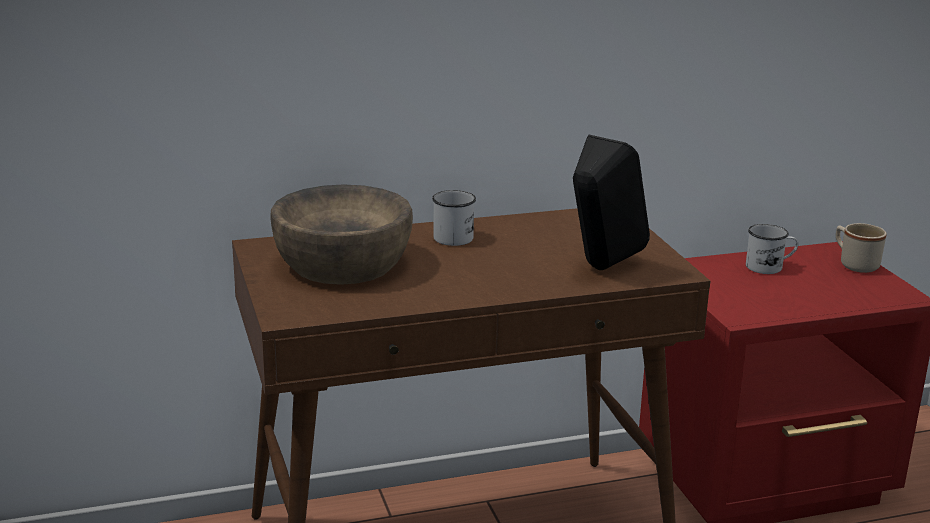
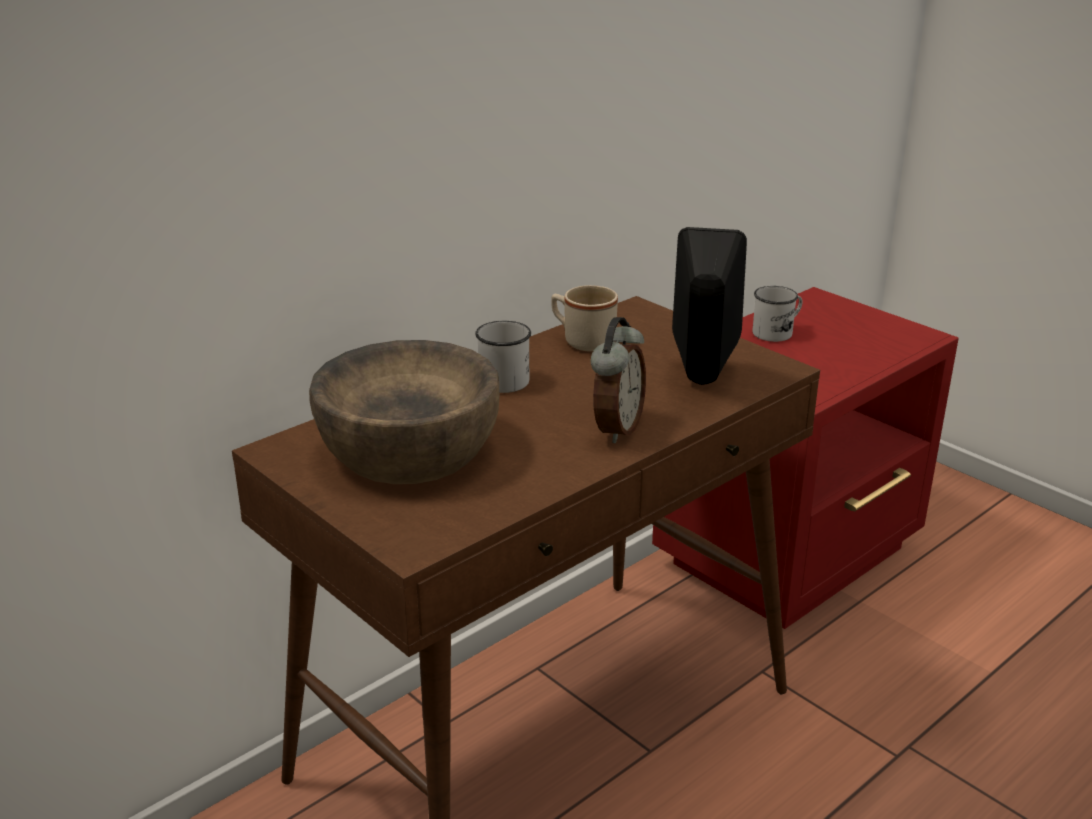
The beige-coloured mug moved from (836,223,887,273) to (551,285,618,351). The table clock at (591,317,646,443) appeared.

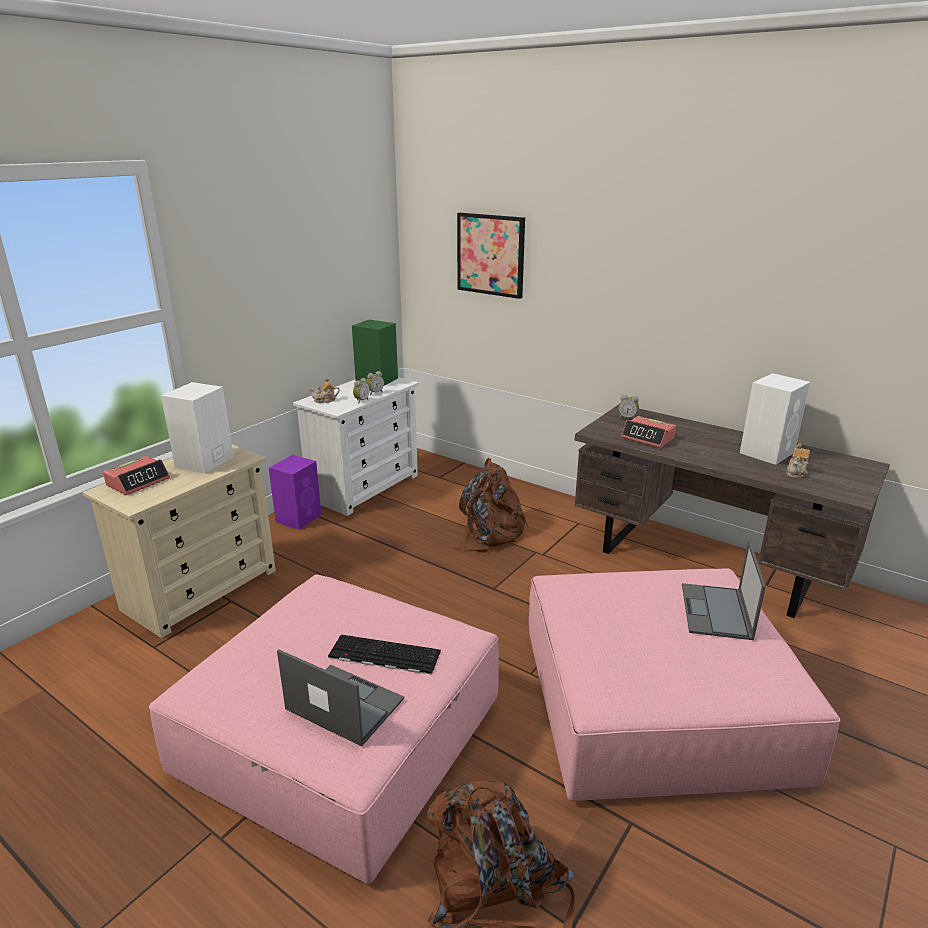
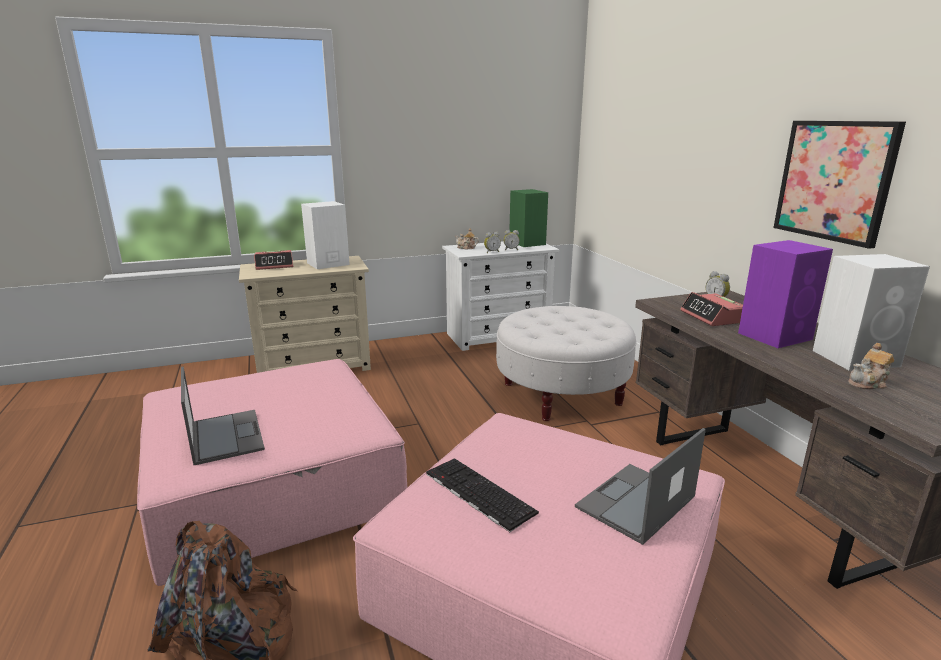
The keyboard moved from (328,634,441,675) to (426,458,539,532). The brownish knapsack at (454,458,529,553) was replaced by the whitish ottoman at (496,306,637,421). The purplish speaker moved from (269,455,322,530) to (738,240,833,348). The picture moved from (457,213,525,299) to (773,121,906,249).

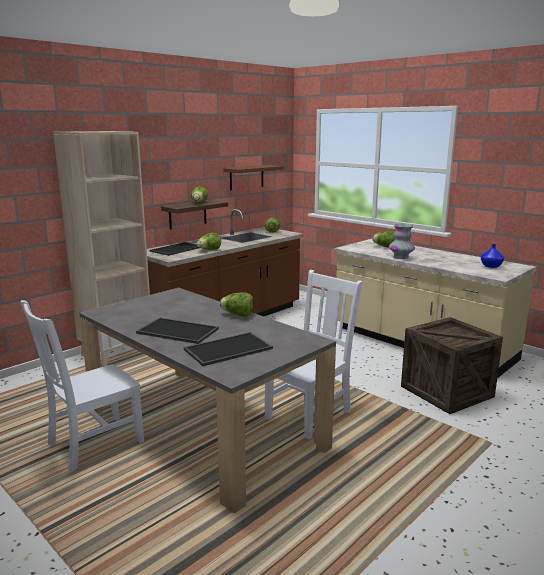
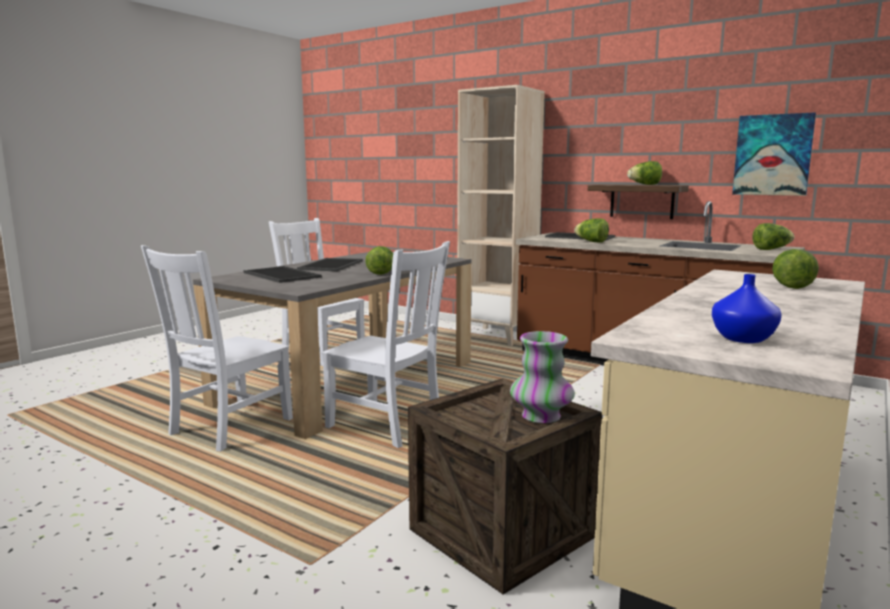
The whitish upright chair at (141,245,293,452) appeared. The flower vase moved from (389,223,415,259) to (510,331,575,423). The brownish shelf at (223,165,283,190) was replaced by the picture at (732,112,816,196).

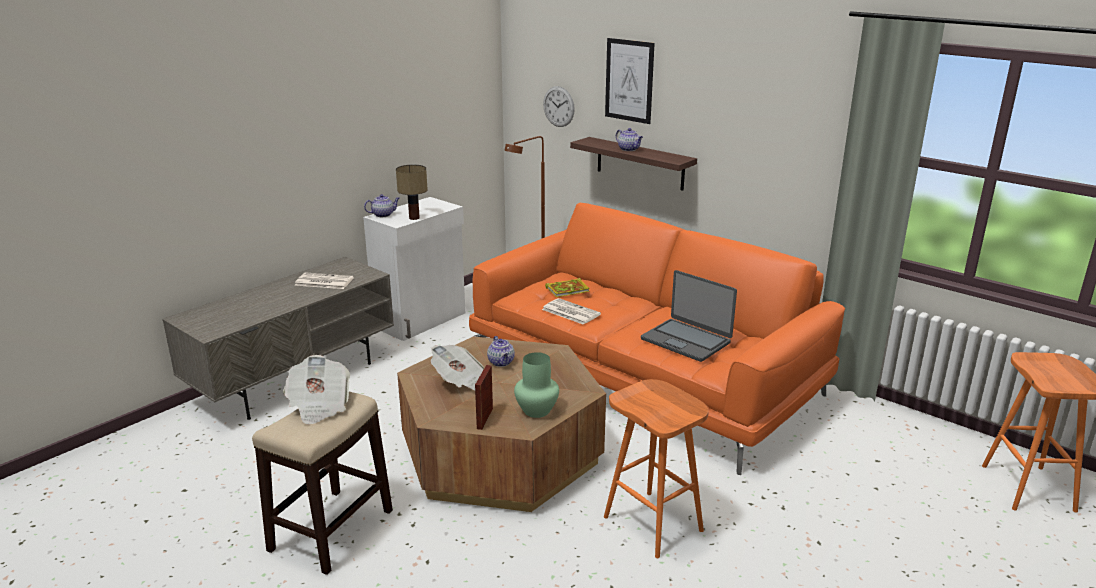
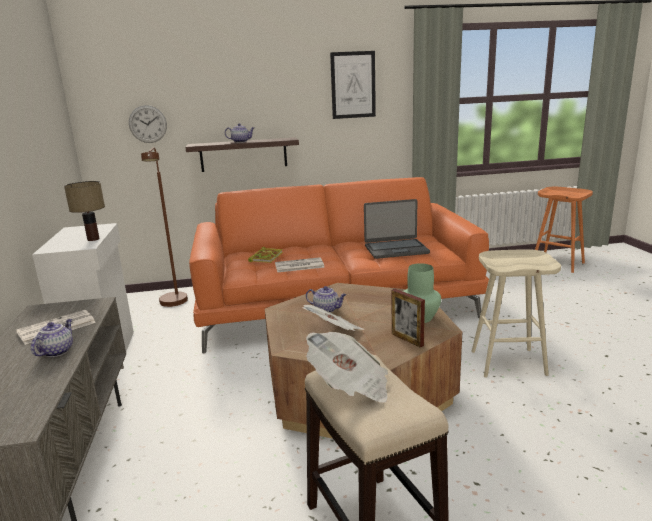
The tea pot moved from (364,194,399,217) to (31,319,73,357). The picture moved from (605,38,655,124) to (330,51,376,119). The orange stool seat at (604,379,709,558) became the beige-coloured stool seat at (471,249,561,378).

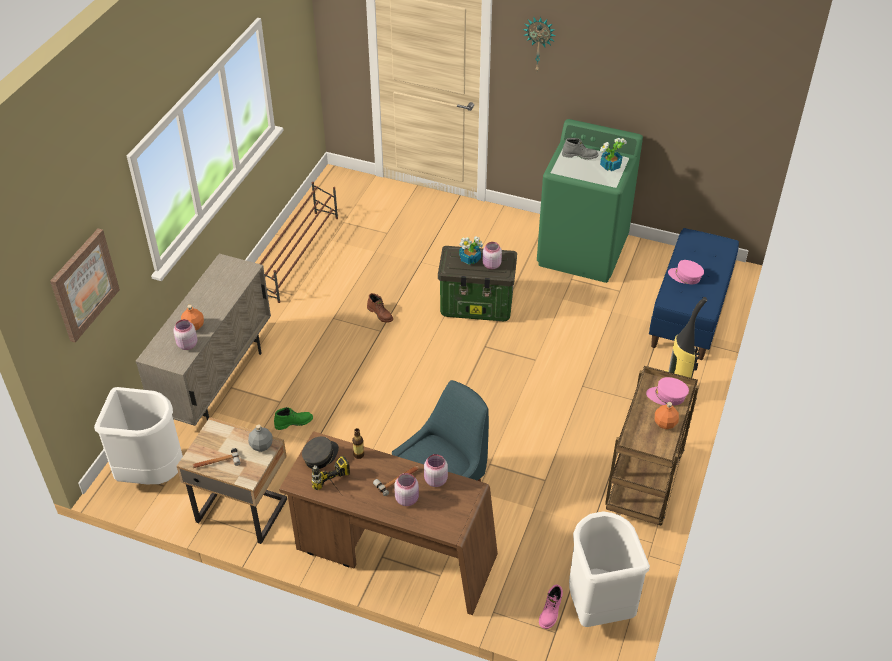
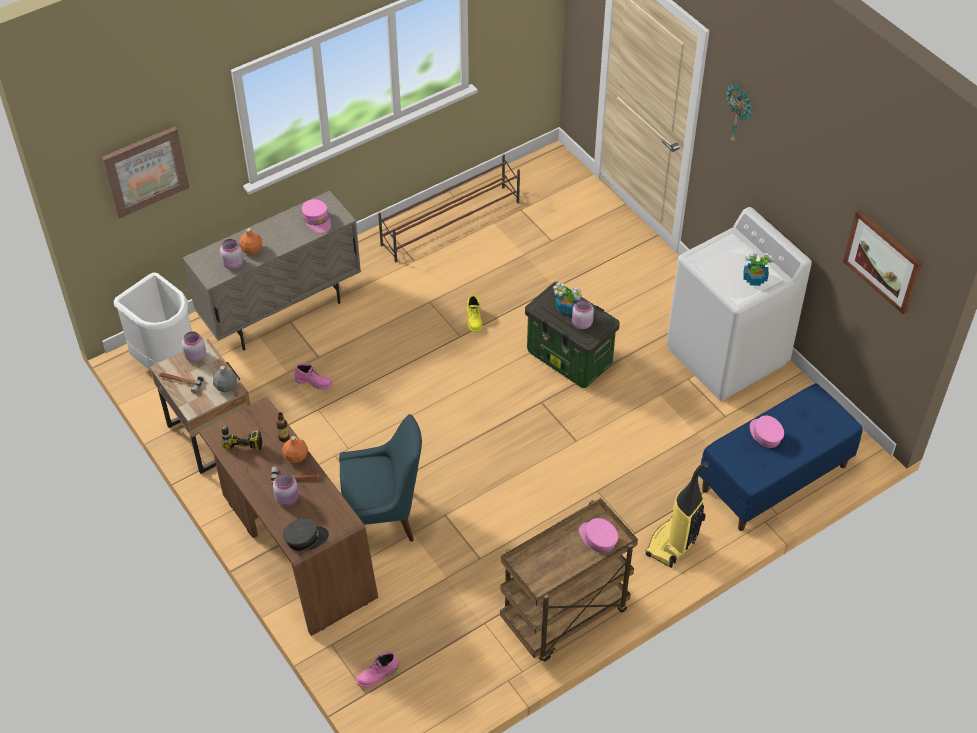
The pink-coloured preserve jar moved from (424,454,448,487) to (182,331,206,362). The orange drink bottle moved from (655,402,679,429) to (282,436,308,463). The greyish cap moved from (302,436,339,469) to (283,518,329,551). The green-coloured boot at (274,407,313,430) became the pink-coloured boot at (294,363,333,390). The pink-coloured cap at (302,199,331,233) appeared. The brownish boot at (367,293,393,323) became the yellowish boot at (467,295,482,332). The green-coloured washing machine at (537,119,643,283) became the whitish washing machine at (666,207,812,401). The picture at (843,210,922,314) appeared. The greyish boot at (562,138,599,160) disappeared. The whitish rubbish bin at (569,511,650,627) disappeared.

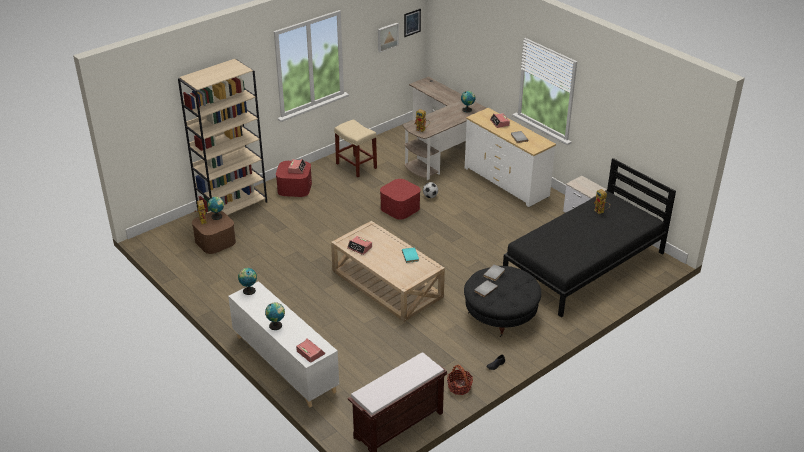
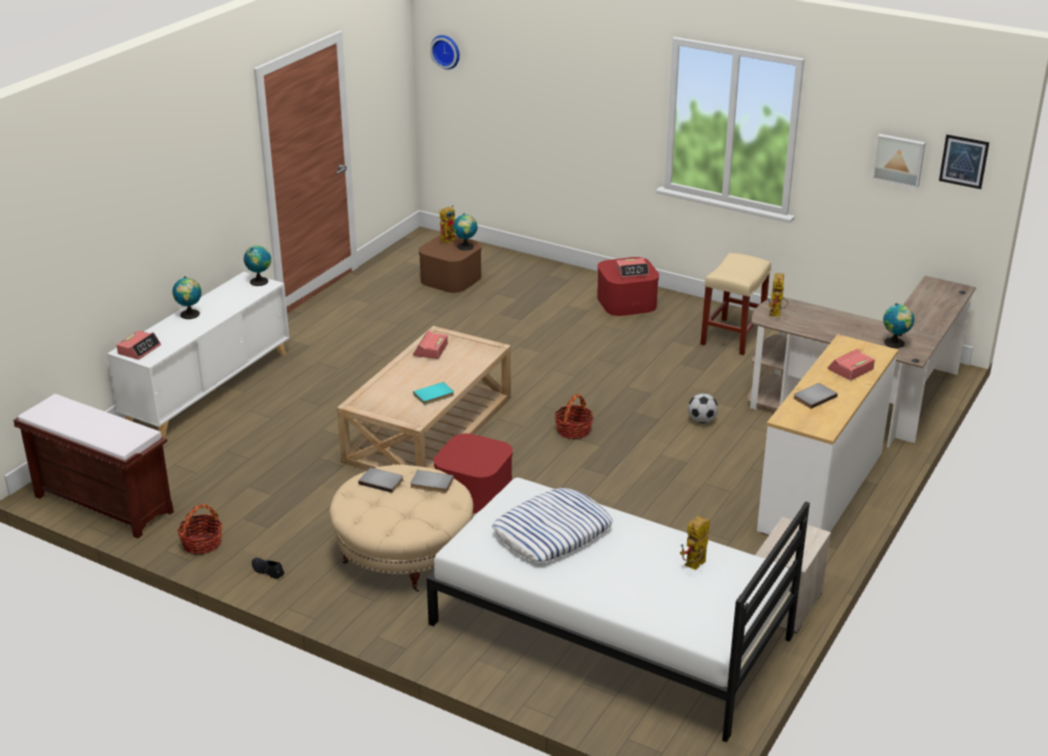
The black ottoman at (464,266,541,337) became the beige-coloured ottoman at (329,464,473,592). The black bedroom bed at (503,158,676,318) became the whitish bedroom bed at (427,478,810,742). The clock on the wall at (430,35,460,70) appeared. The red-coloured storage bin moved from (380,179,421,220) to (433,433,513,514). The throw pillow at (492,488,613,562) appeared. The storage basket at (555,394,593,439) appeared. The beige-coloured bookshelf at (178,59,267,215) disappeared.

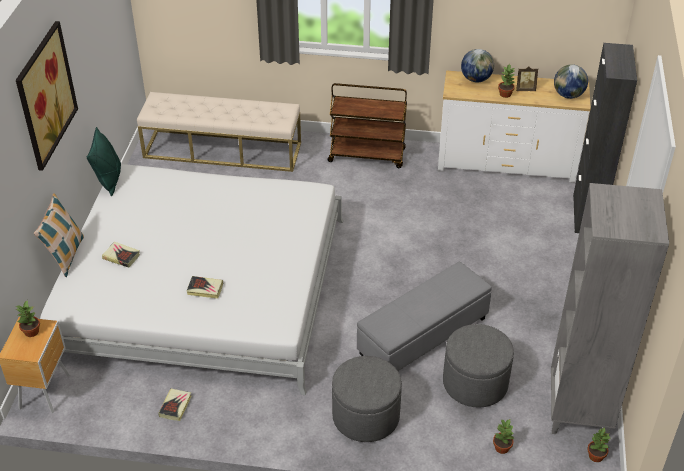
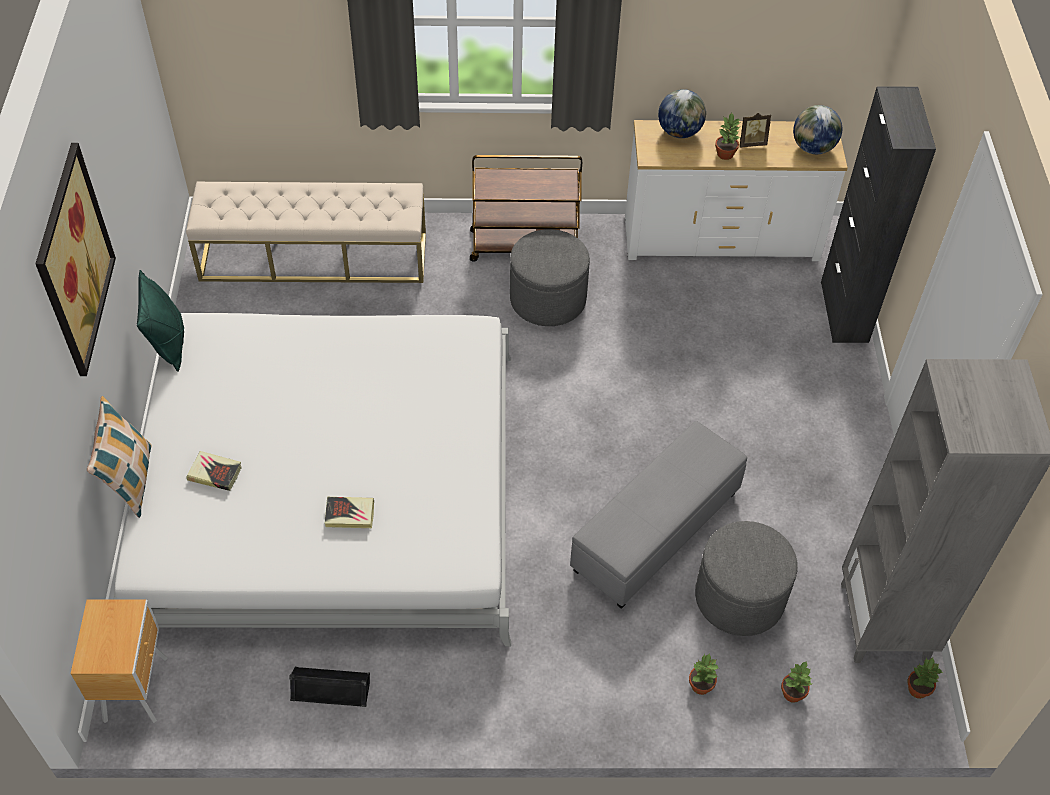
The bound book at (158,389,192,421) was replaced by the black speaker at (289,667,370,707). The greyish ottoman moved from (332,356,402,442) to (510,229,590,326). The plant in a pot moved from (16,300,40,337) to (689,653,718,695).

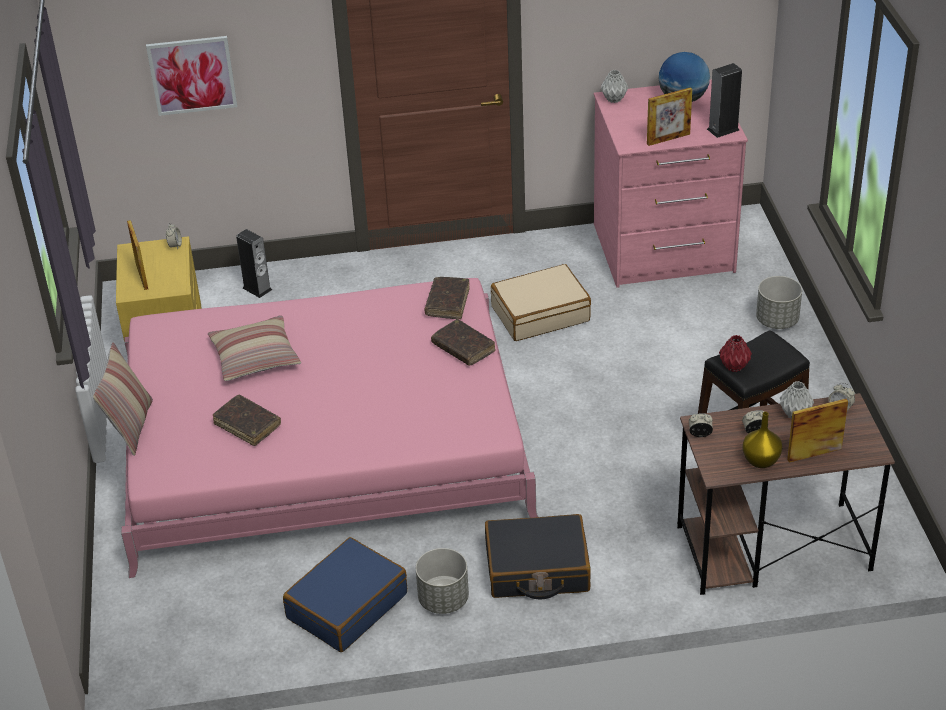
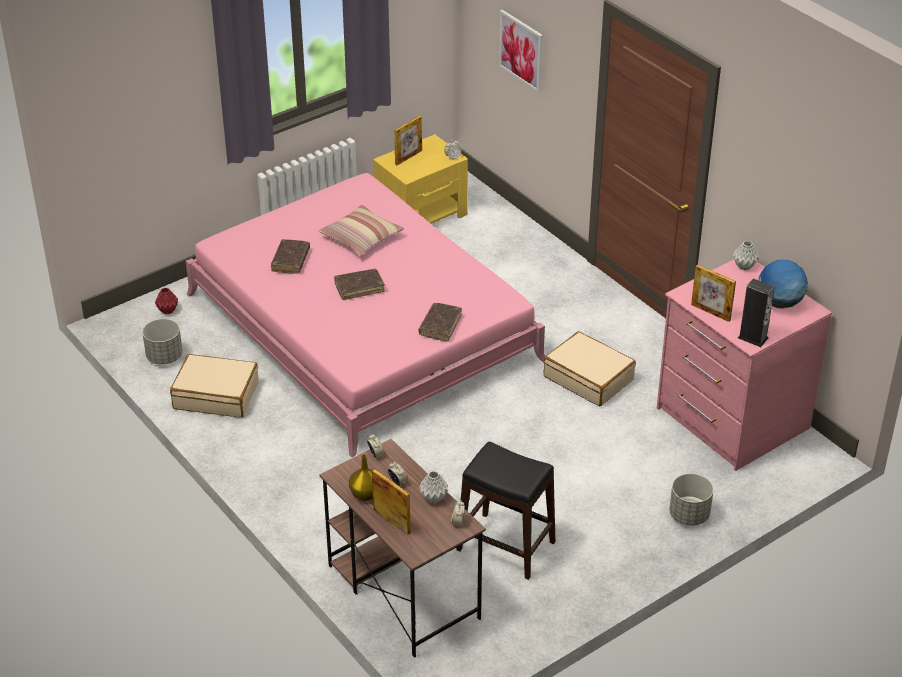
The greyish planter moved from (416,548,469,614) to (142,319,183,365). The red-coloured flower vase moved from (719,335,752,372) to (155,288,178,314). The blue-coloured suitcase at (283,537,407,652) became the beige-coloured suitcase at (170,354,259,418). The brownish bound book moved from (425,277,470,319) to (334,269,385,300). The throw pillow at (93,342,153,456) disappeared. The speaker at (236,229,272,298) disappeared. The black suitcase at (485,514,591,599) disappeared.

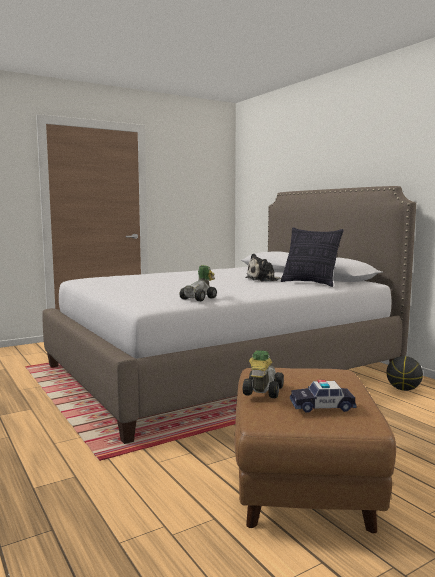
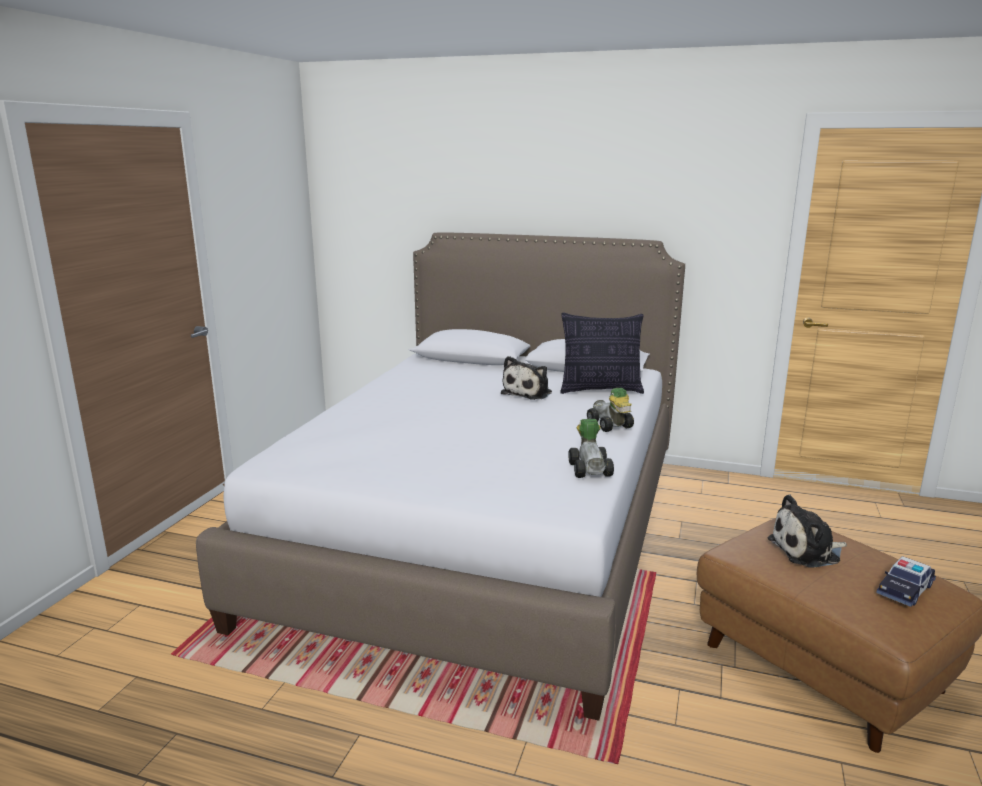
The toy car moved from (243,350,284,398) to (587,388,634,432). The soft toy at (767,495,847,567) appeared. The basketball ball at (386,356,423,391) disappeared.

